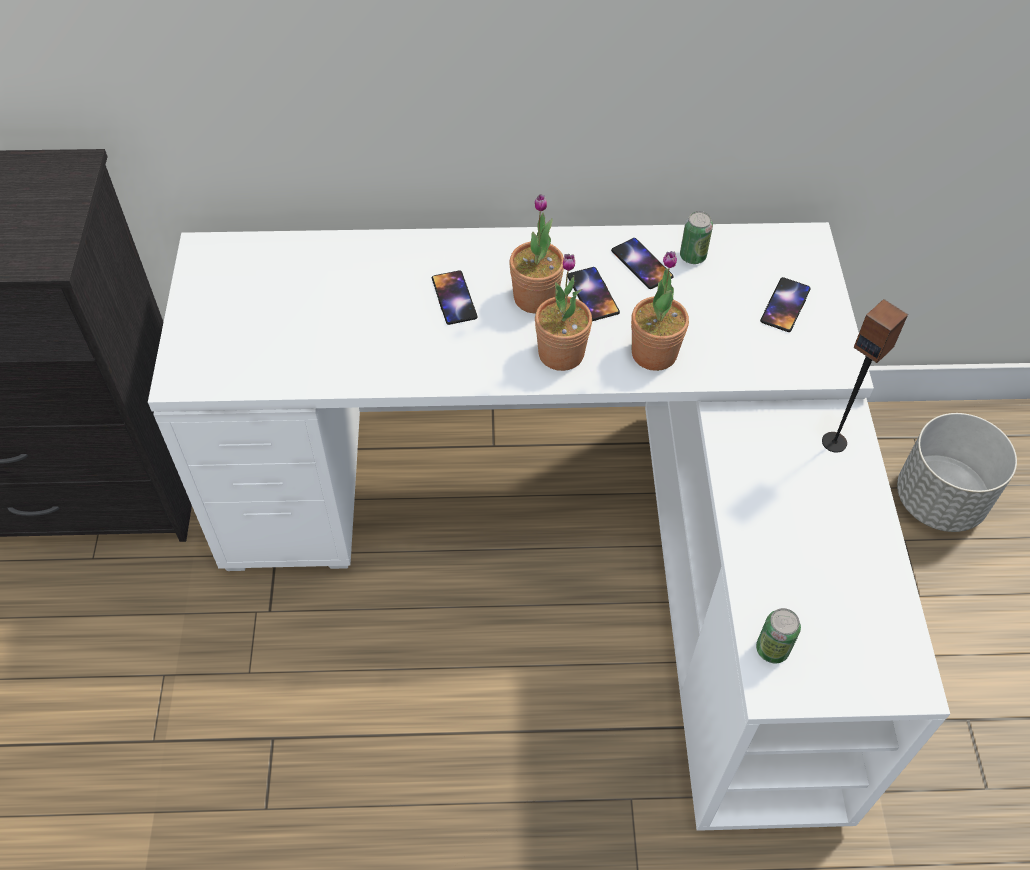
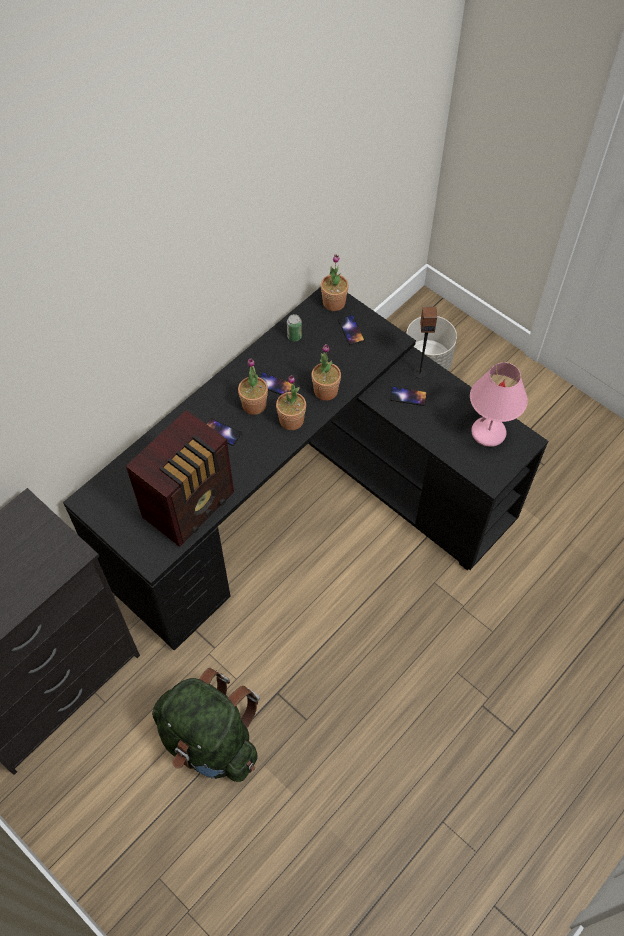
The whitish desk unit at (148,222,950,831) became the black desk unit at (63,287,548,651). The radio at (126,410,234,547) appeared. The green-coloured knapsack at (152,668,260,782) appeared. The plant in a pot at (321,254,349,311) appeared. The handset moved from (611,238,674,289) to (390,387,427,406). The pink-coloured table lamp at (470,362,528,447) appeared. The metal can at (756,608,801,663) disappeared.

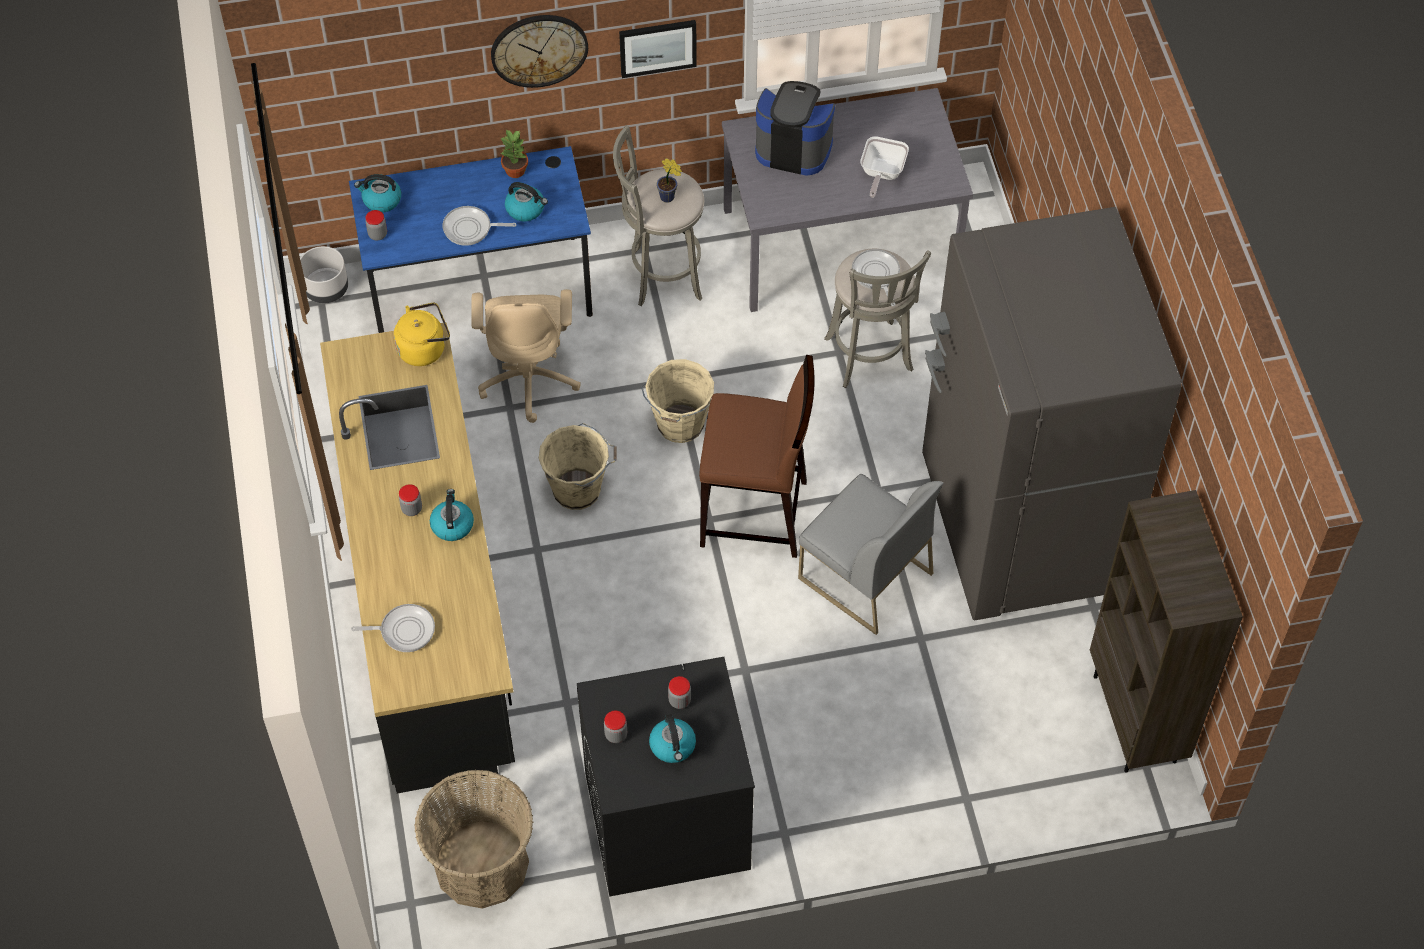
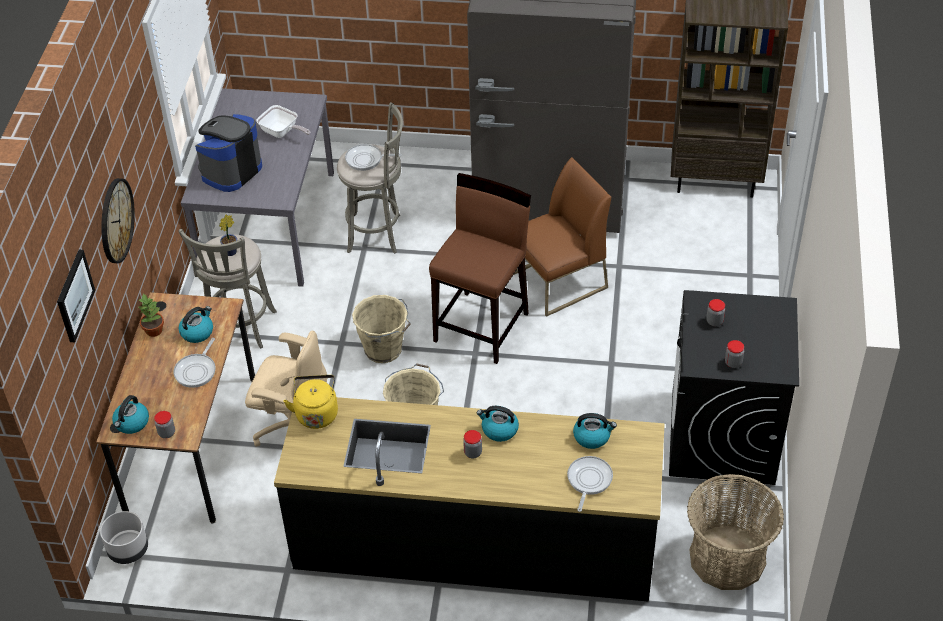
The picture moved from (619,20,697,78) to (57,250,95,342). The blue-coloured desk unit at (349,146,593,333) became the brownish desk unit at (96,292,255,523). The greyish upright chair at (798,474,943,635) became the brownish upright chair at (514,157,611,317). The tea kettle moved from (649,714,696,763) to (573,413,617,449).

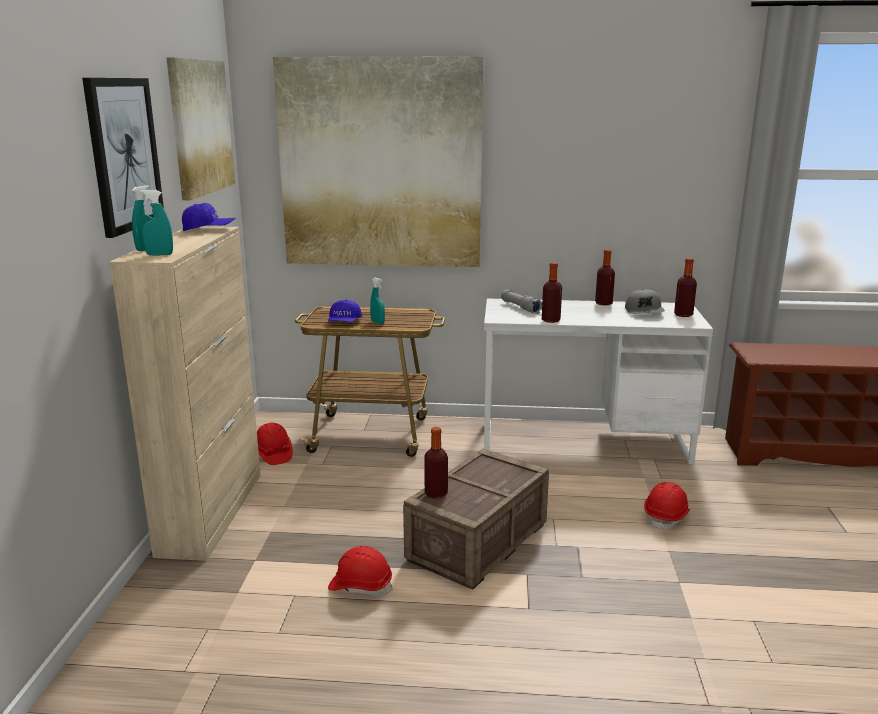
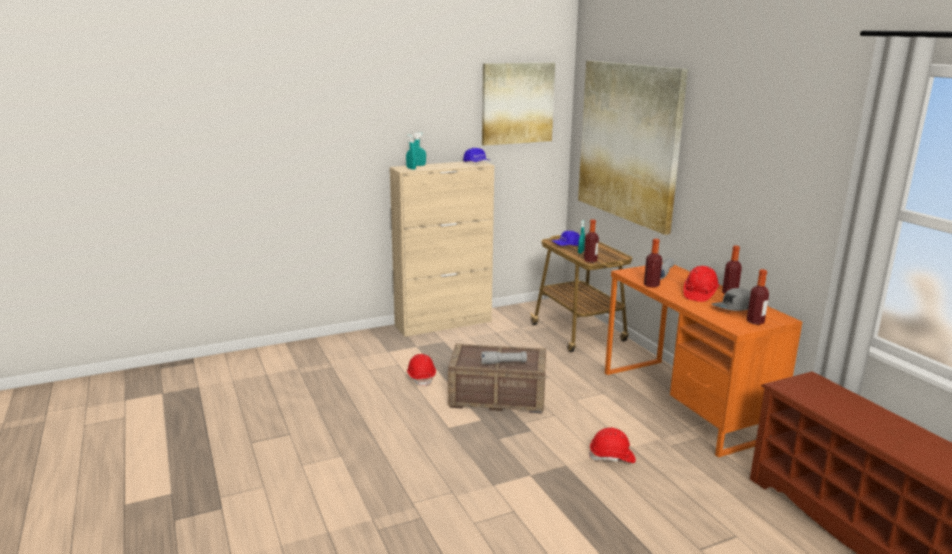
The greyish torch at (481,351,527,364) appeared. The drink bottle moved from (424,427,448,499) to (584,219,599,262). The whitish desk unit at (484,299,713,464) became the orange desk unit at (605,263,802,457). The red-coloured work helmet moved from (257,423,293,465) to (683,266,719,302). The picture at (82,78,164,238) disappeared.

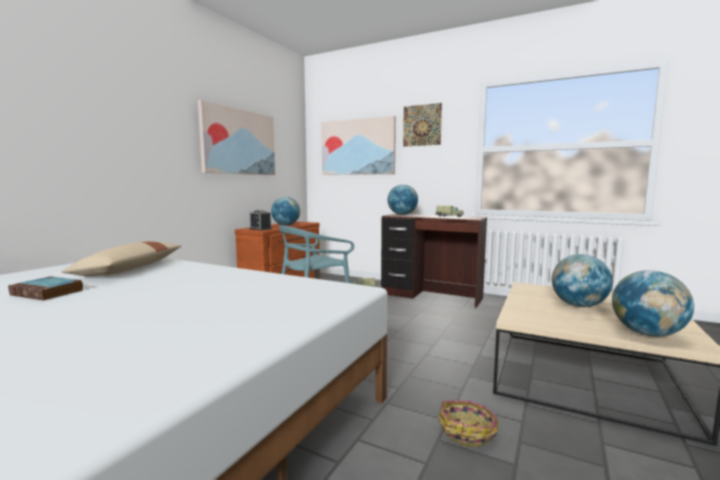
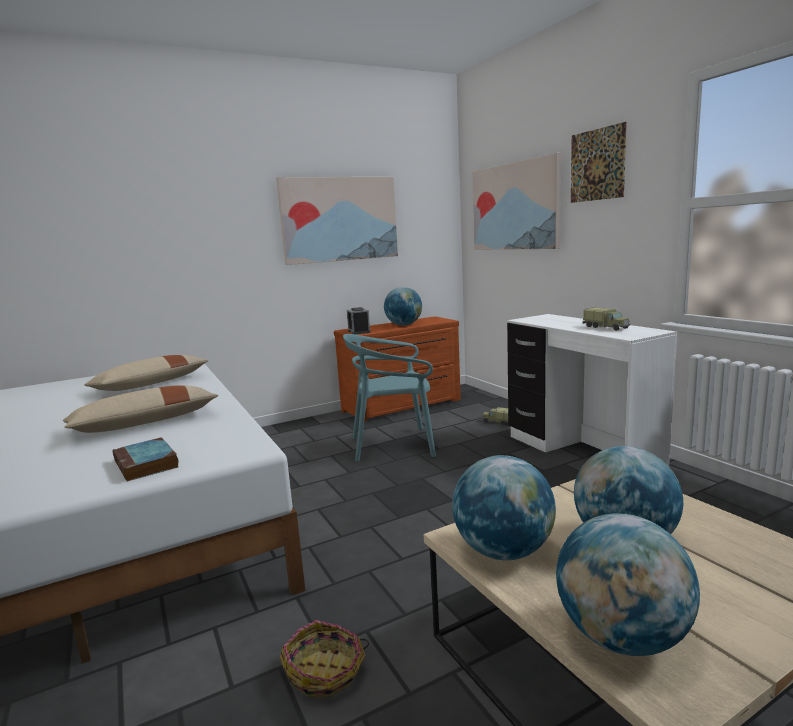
The beige-coloured throw pillow at (63,385,219,433) appeared. The bound book moved from (8,276,84,301) to (113,437,179,482). The world globe moved from (388,184,418,215) to (452,455,556,560). The brownish desk unit at (381,214,487,308) became the whitish desk unit at (507,314,678,466).

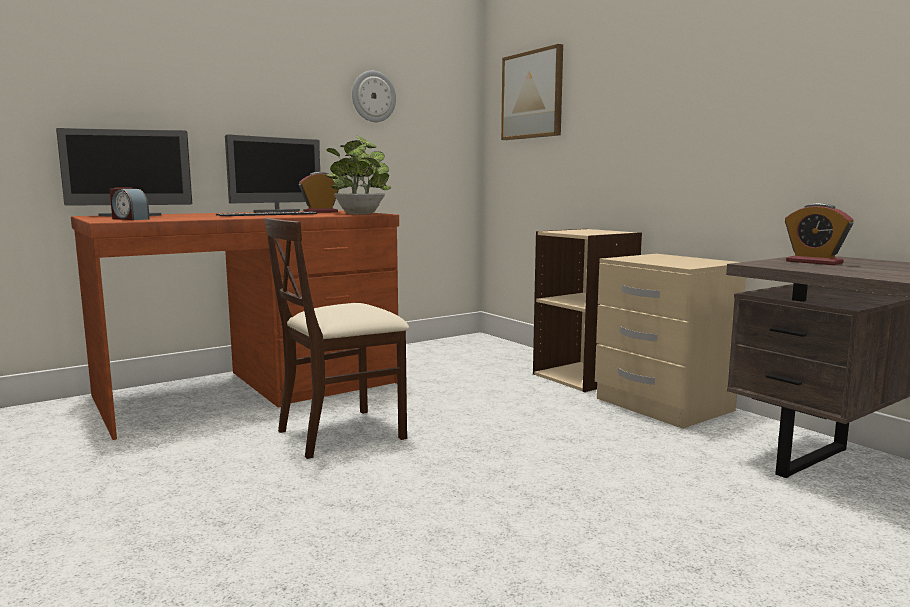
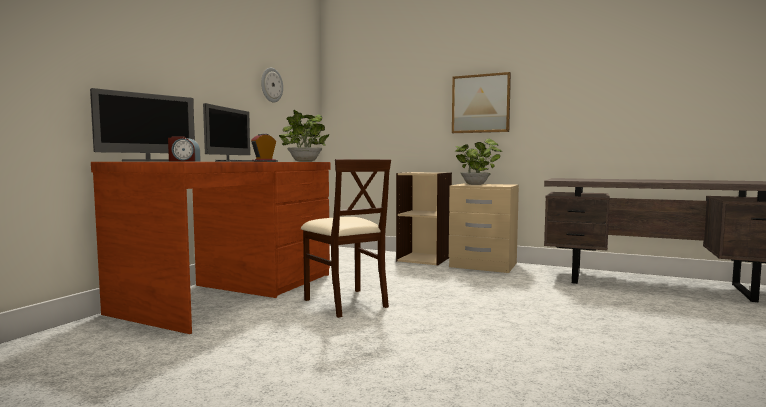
The beige-coloured upright chair at (265,218,409,459) turned 60 degrees counterclockwise. The picture moved from (501,44,563,140) to (452,72,511,133). The plant in a pot at (455,139,502,185) appeared. The table clock at (785,203,853,265) disappeared.

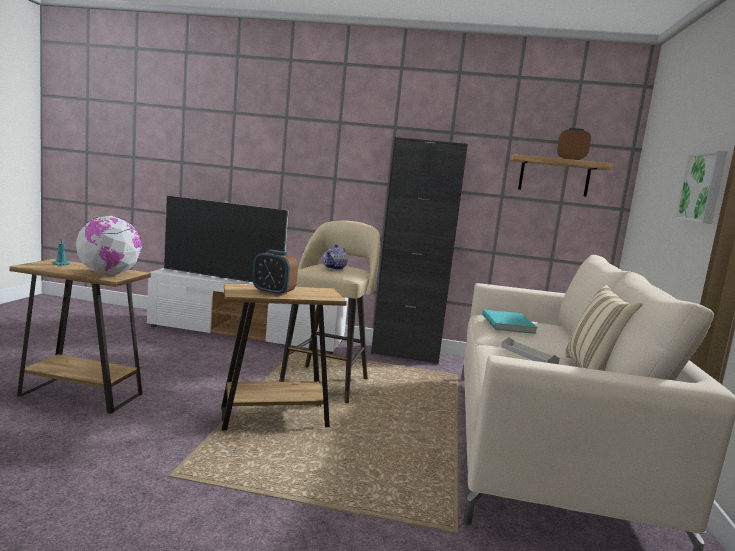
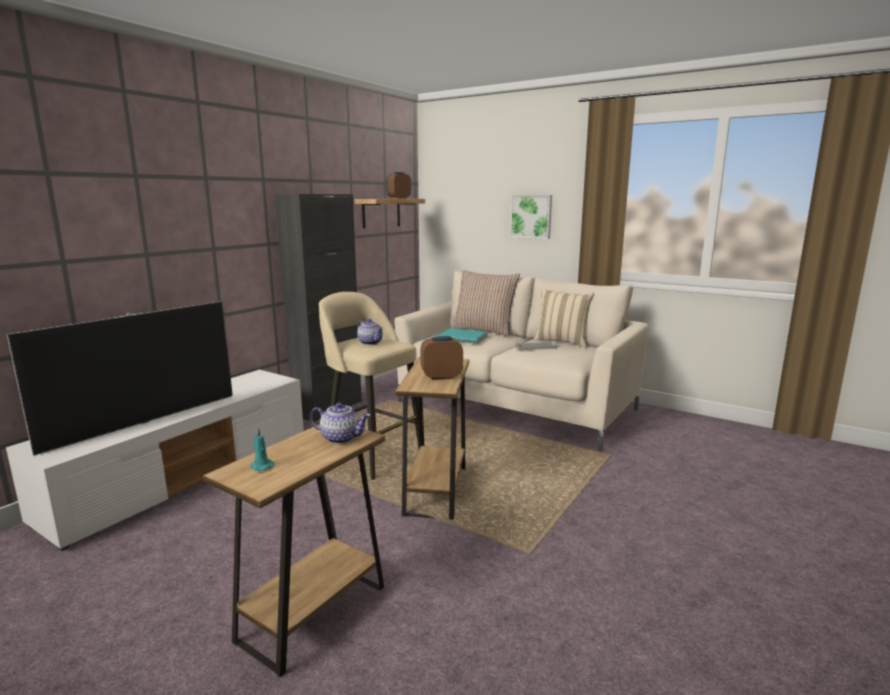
The world globe at (75,216,142,275) was replaced by the tea pot at (309,402,371,444). The table clock at (252,249,298,296) turned 150 degrees counterclockwise. The throw pillow at (451,270,520,336) appeared.

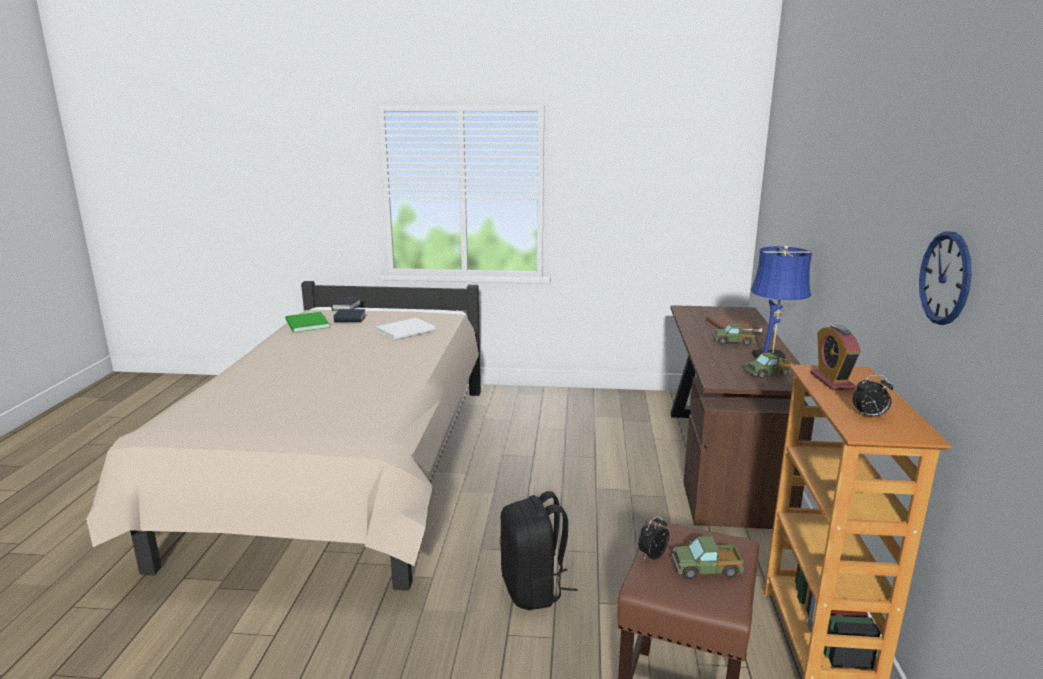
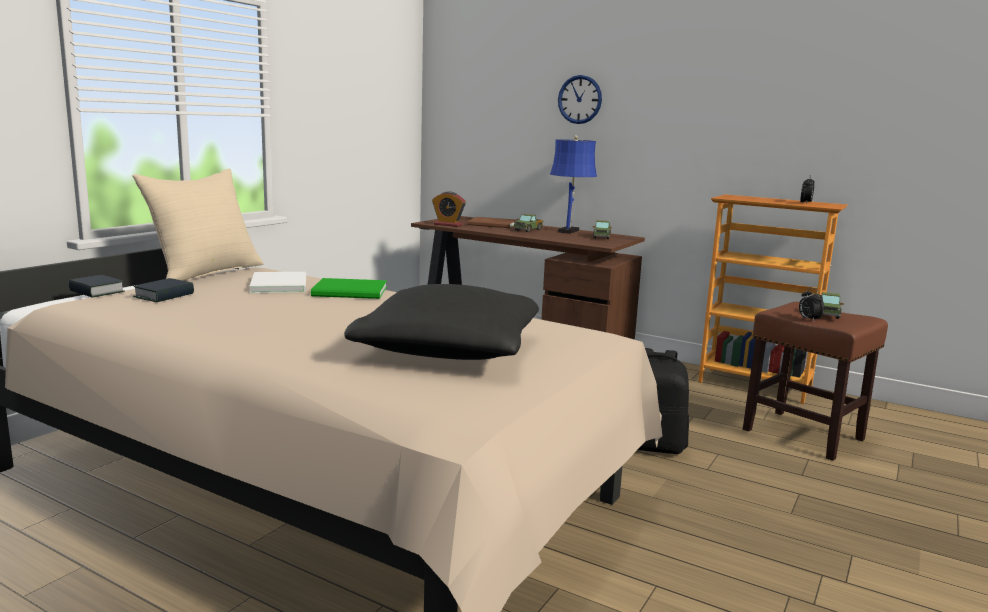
The beige-coloured throw pillow at (132,168,264,281) appeared. The green-coloured bound book moved from (285,312,330,333) to (311,278,387,299). The black throw pillow at (344,284,539,360) appeared. The table clock moved from (810,325,861,390) to (432,191,466,227). The clock on the wall moved from (919,231,972,325) to (558,75,602,124).

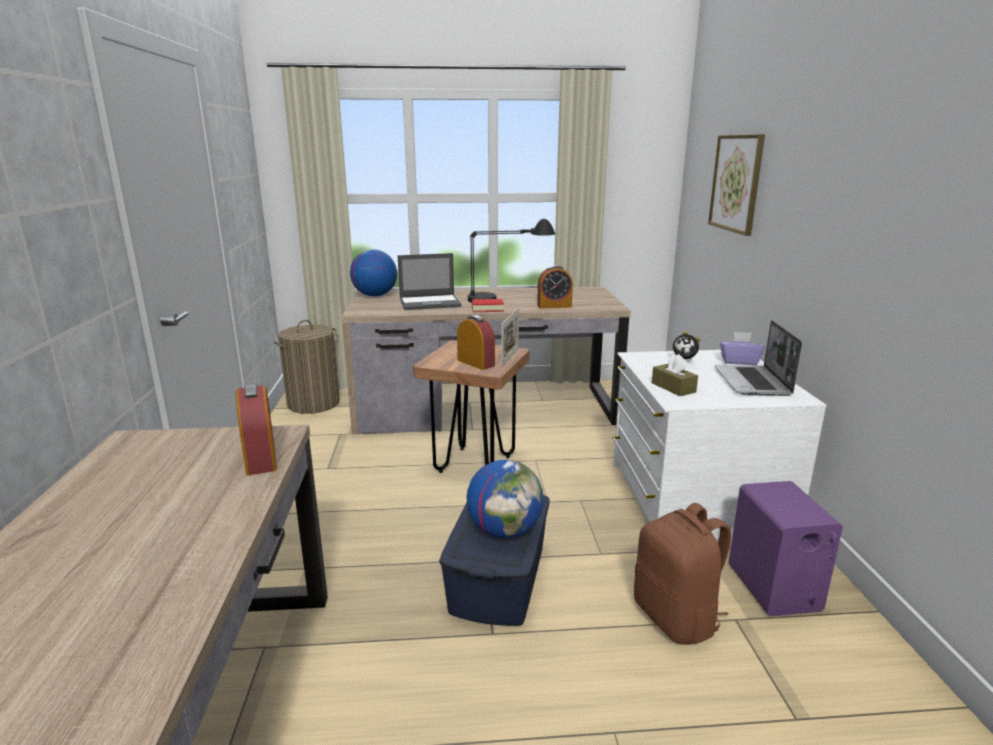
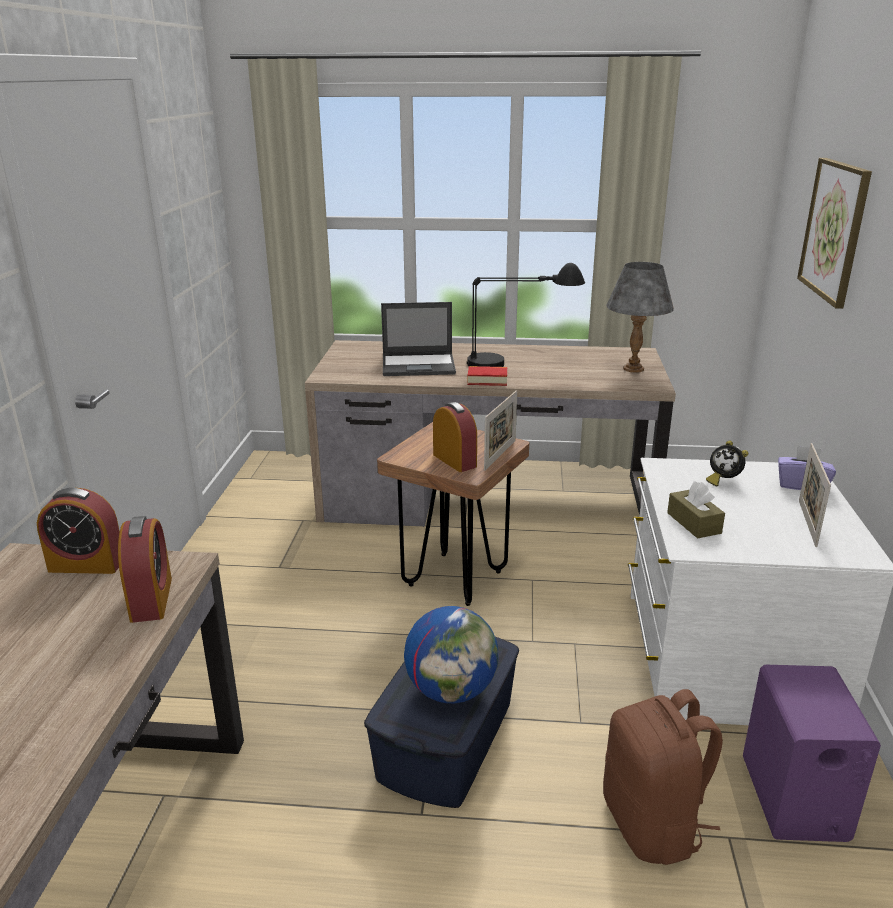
The table clock moved from (537,265,573,309) to (37,488,120,574). The greyish table lamp at (606,262,674,373) appeared. The notebook computer at (714,320,802,396) was replaced by the picture frame at (799,443,831,547). The laundry basket at (274,320,340,414) disappeared. The world globe at (350,249,397,296) disappeared.

